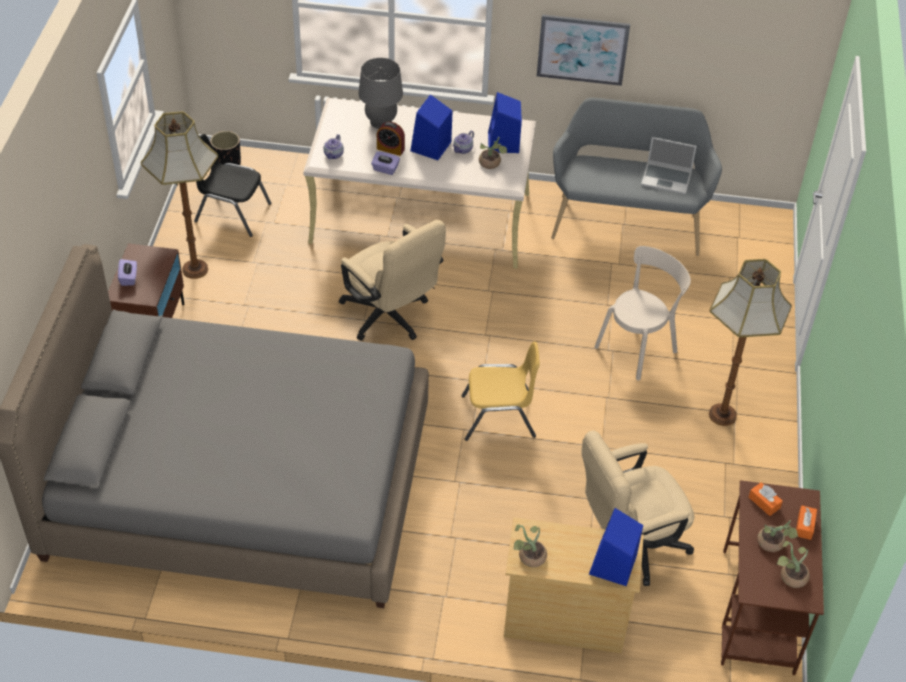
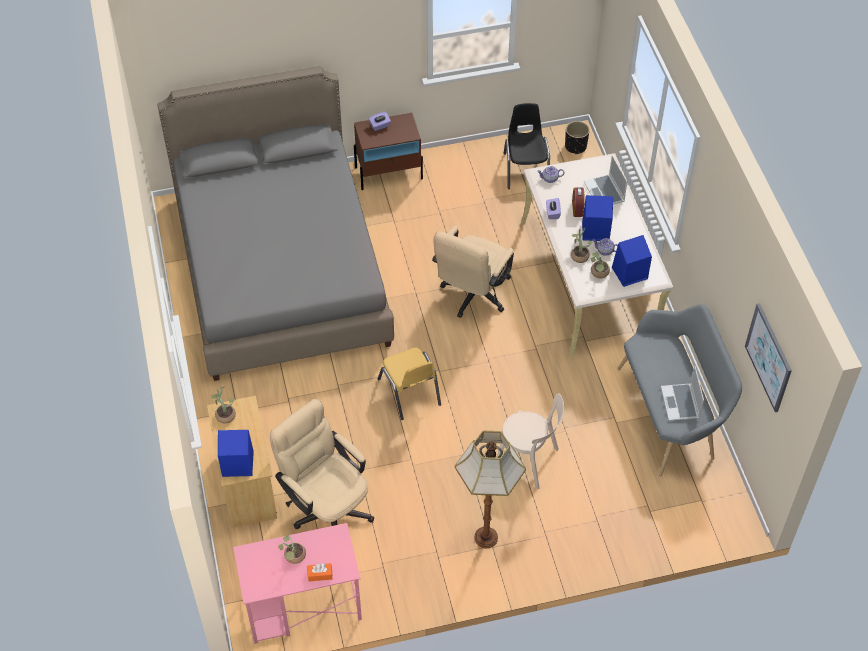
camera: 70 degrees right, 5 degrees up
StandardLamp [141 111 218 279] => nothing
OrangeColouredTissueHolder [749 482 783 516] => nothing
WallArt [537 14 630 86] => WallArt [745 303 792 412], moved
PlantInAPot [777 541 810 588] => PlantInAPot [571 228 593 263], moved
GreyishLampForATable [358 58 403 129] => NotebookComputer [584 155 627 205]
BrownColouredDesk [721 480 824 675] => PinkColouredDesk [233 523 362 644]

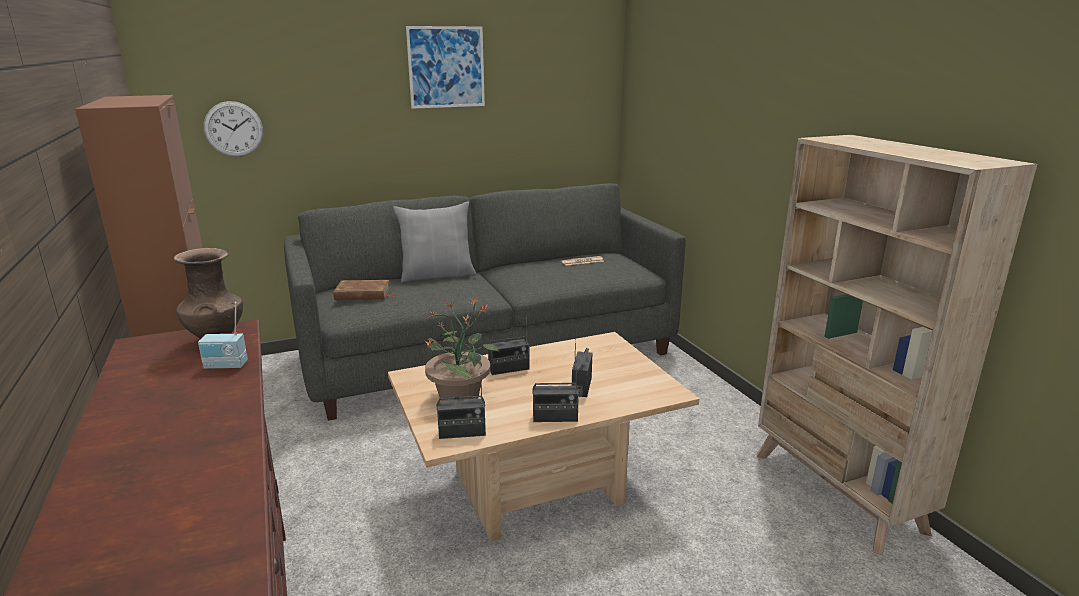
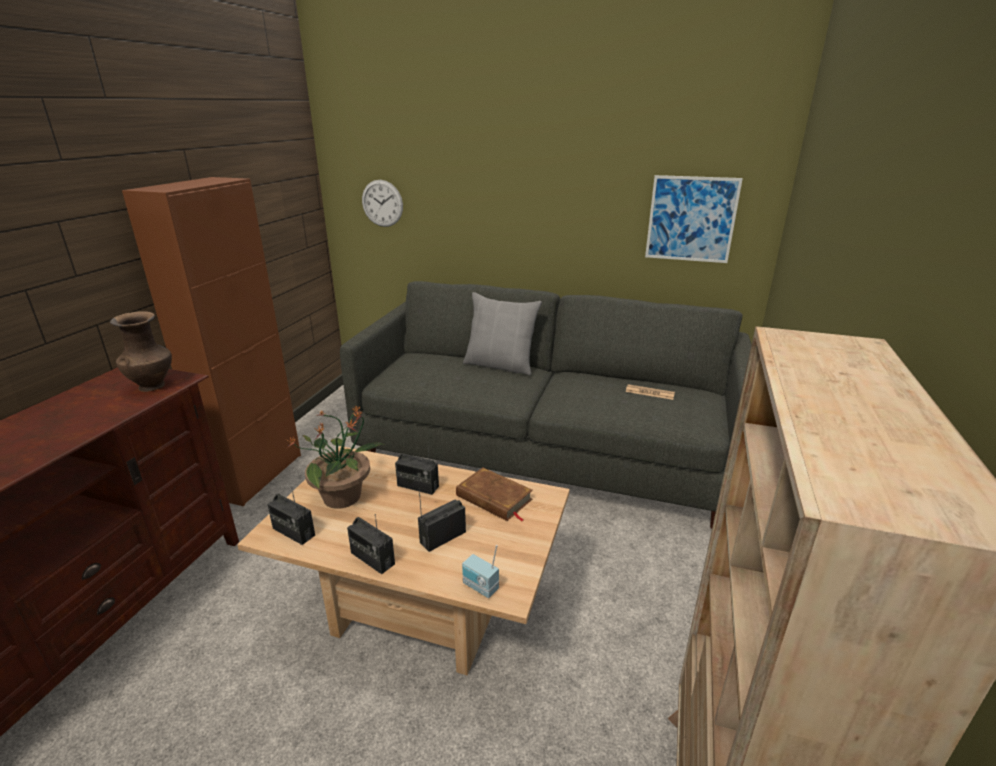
camera: 40 degrees right, 5 degrees up
RadioReceiver [198 302 248 369] => RadioReceiver [462 545 499 598], moved
BrownColouredVolume [333 280 394 300] => BrownColouredVolume [456 468 532 521], moved
WallArt [406 26 485 109] => WallArt [645 175 743 263], moved

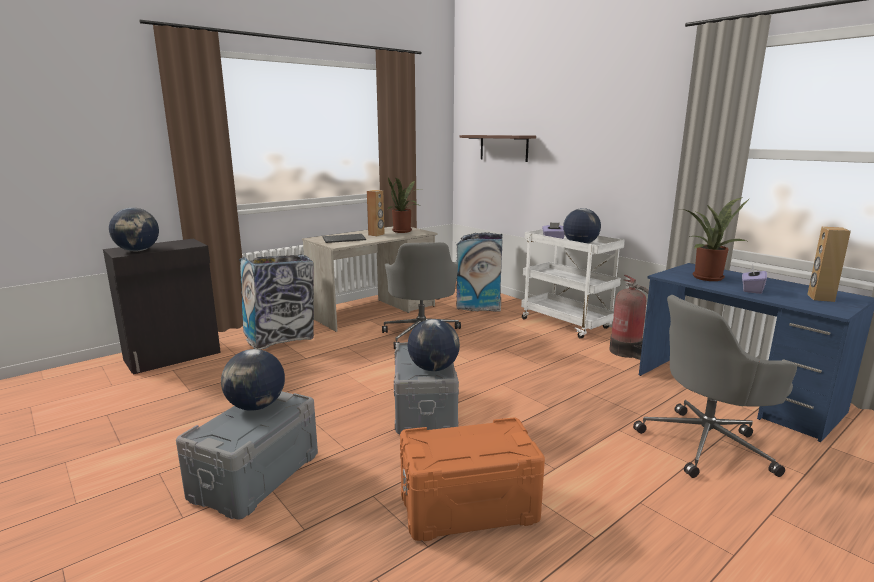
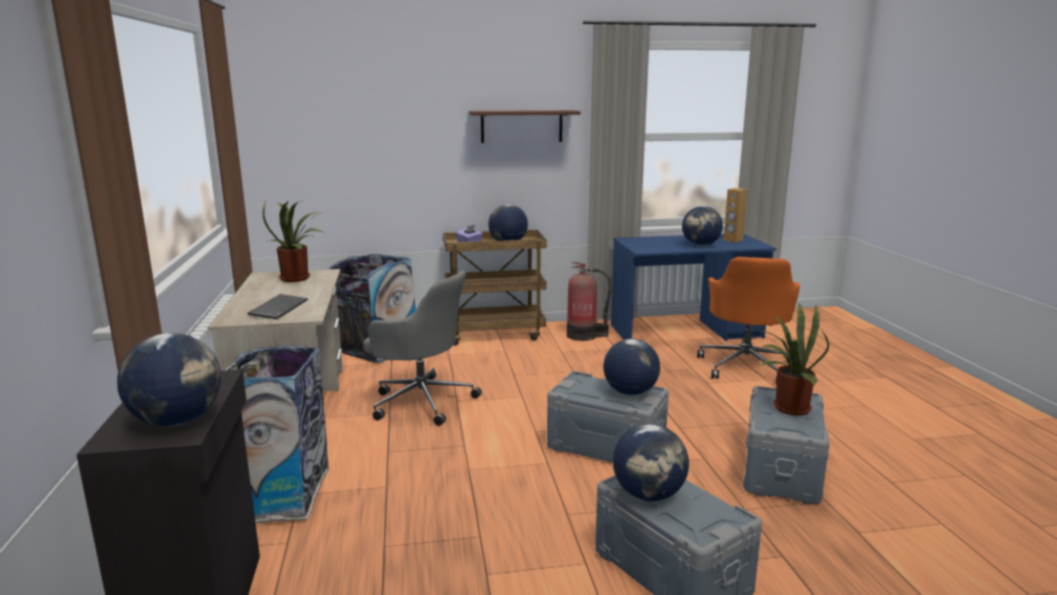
camera: 60 degrees left, 0 degrees up
BrownColouredAudioSpeaker [367 190 385 236] => nothing
BrownColouredShelf [459 135 536 162] => BrownColouredShelf [469 110 580 143], moved
PlantInAPot [681 197 749 281] => PlantInAPot [759 303 829 415], moved
PurpleTissueHolder [742 265 767 294] => DeskGlobe [682 206 723 246]
OrangeColouredStorageBox [400 417 545 541] => GreyishStorageBox [743 386 830 504]
WhitishCart [521 229 625 339] => BrownColouredCart [443 230 547 346]
GreyishComputerChair [633 295 797 478] => OrangeColouredComputerChair [697 257 800 385]

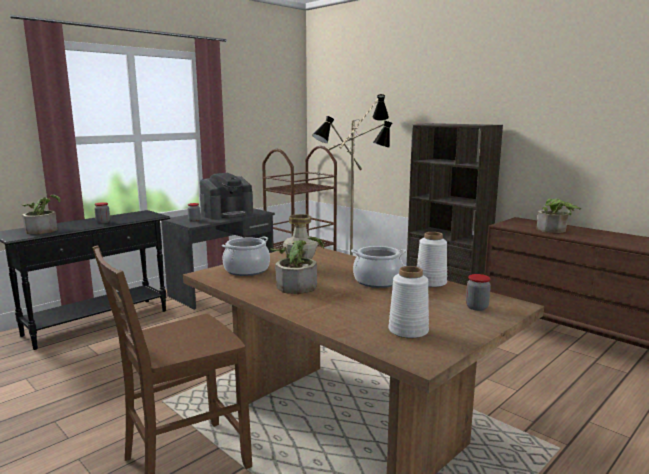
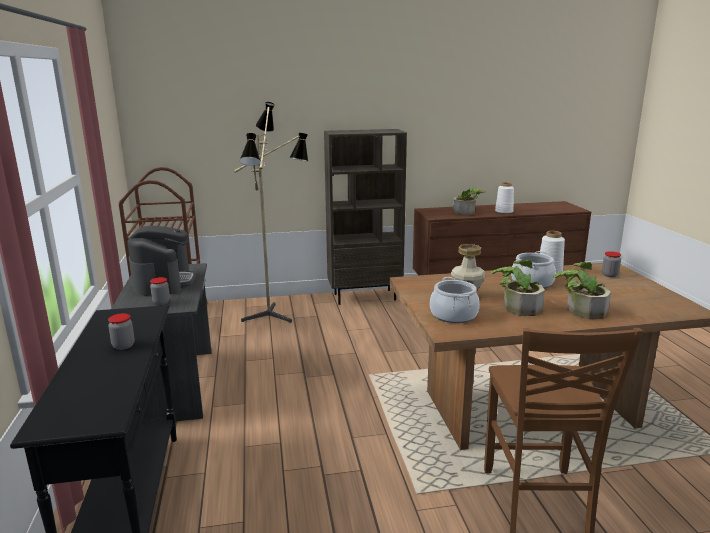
camera: 55 degrees left, 5 degrees up
PlantInAPot [21 195 61 234] => PlantInAPot [554 262 611 319], moved
WhitishFlowerVase [389 266 429 339] => WhitishFlowerVase [495 182 514 214], moved

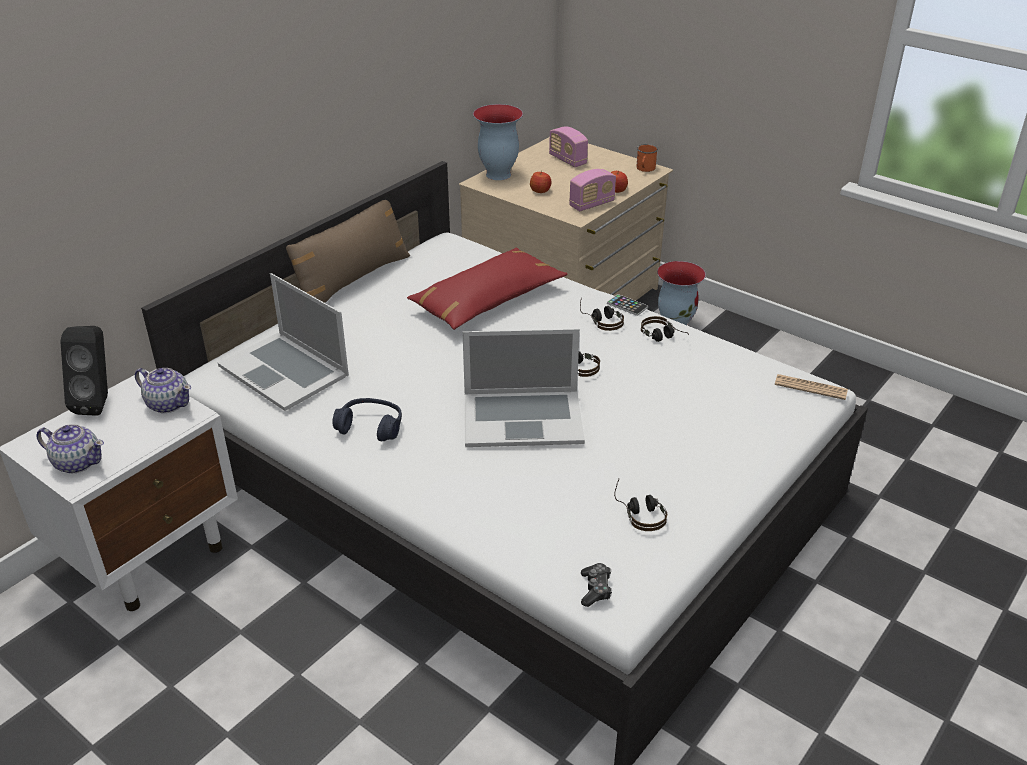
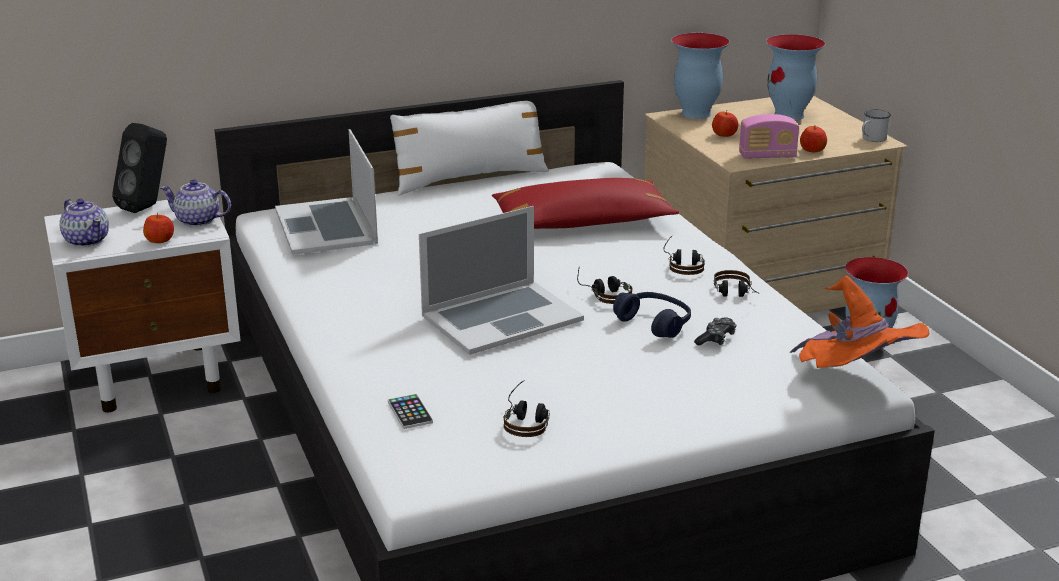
camera: 30 degrees right, 10 degrees down
nothing => WholeApple [143 213 174 243]
BlueColouredHeadphones [333 398 402 441] => BlueColouredHeadphones [613 292 691 338], moved
GameController [581 563 612 607] => GameController [694 317 736 346], moved
Handset [607 294 648 316] => Handset [388 394 433 429], moved
RadioReceiver [549 126 588 167] => FlowerVase [766 34 825 121]
PrintedPaper [775 374 848 400] => OrangeColouredWearableHat [790 276 929 368]
BrownColouredThrowPillow [286 200 410 303] => WhitishThrowPillow [390 101 549 195]
OrangeColouredMug [636 144 658 172] => WhitishMug [862 109 891 142]
TeaPot [135 368 191 413] => TeaPot [160 179 231 227], 135 degrees clockwise
NotebookComputer [462 329 585 447] => NotebookComputer [419 206 584 355], 60 degrees counterclockwise

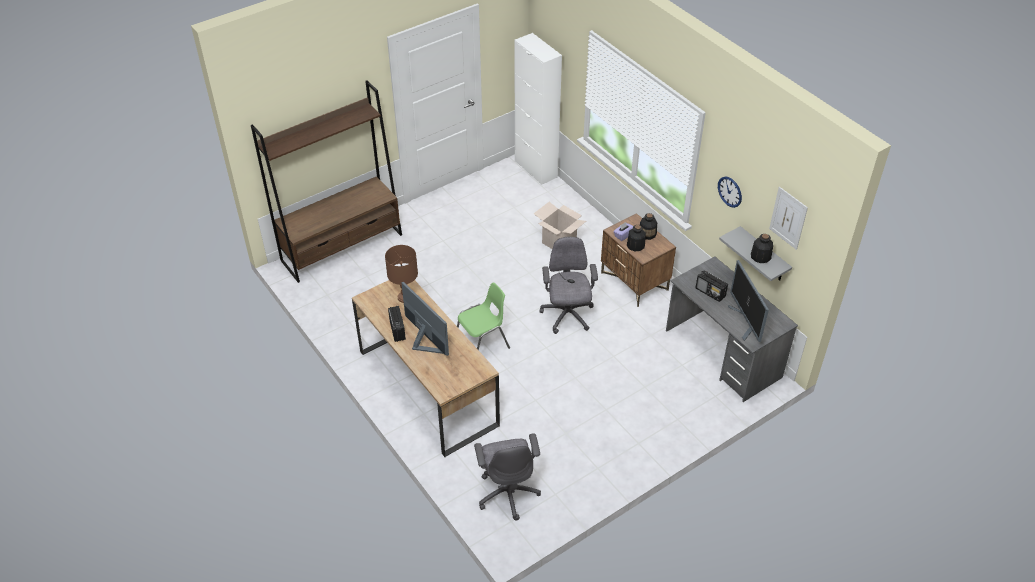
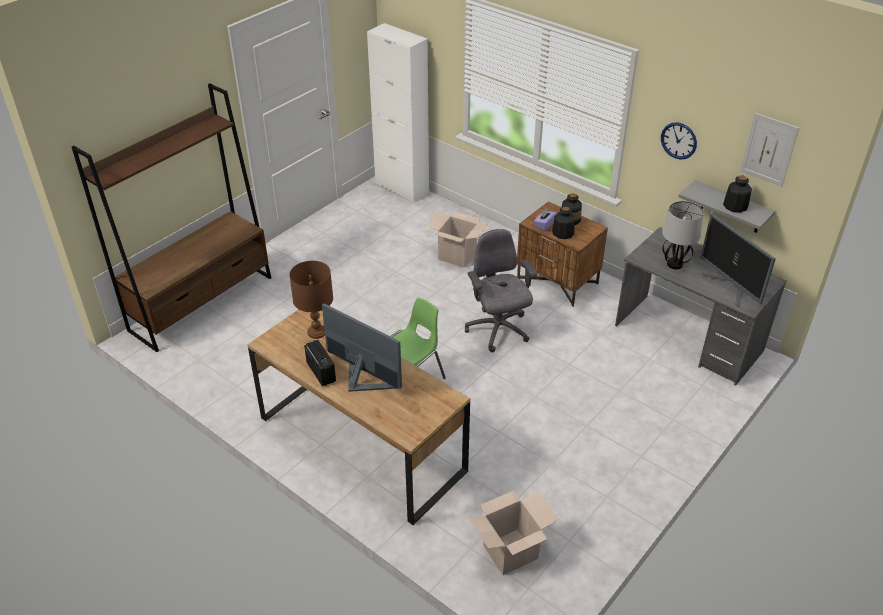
camera: 15 degrees left, 5 degrees down
GreyishComputerChair [474 433 541 521] => CardboardBox [469 490 559 575]
RadioReceiver [695 271 728 302] => LampForATable [662 201 704 269]

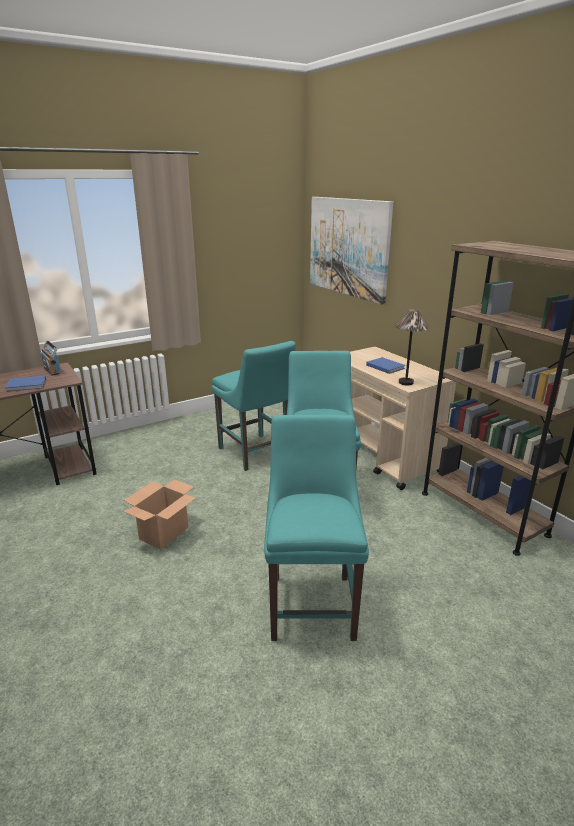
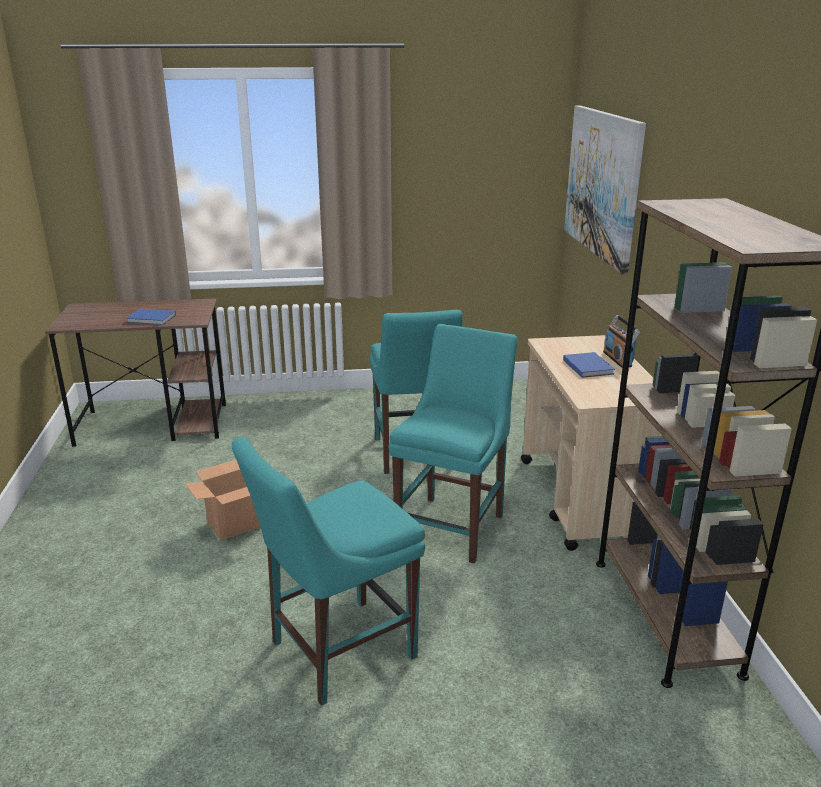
camera: 25 degrees right, 0 degrees up
LampForATable [394 309 430 386] => nothing
RadioReceiver [41 340 60 376] => RadioReceiver [603 315 640 368], moved
TurquoiseUprightChair [264 415 369 641] => TurquoiseUprightChair [232 437 425 706], 150 degrees counterclockwise

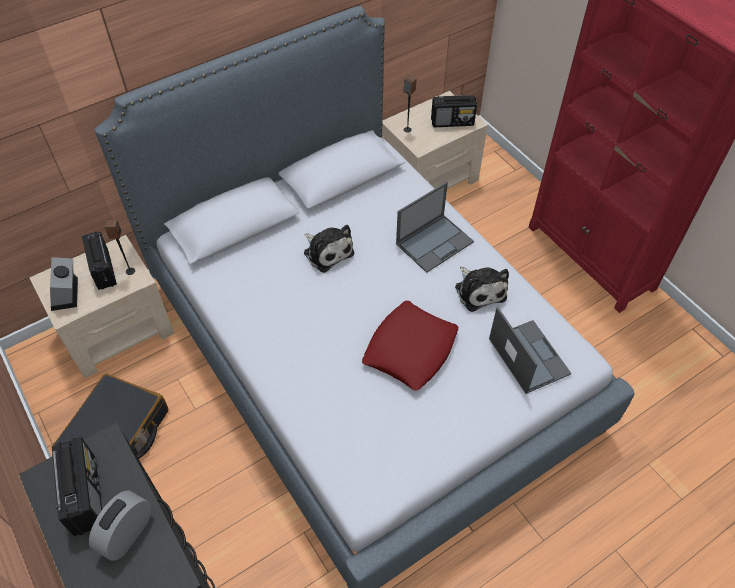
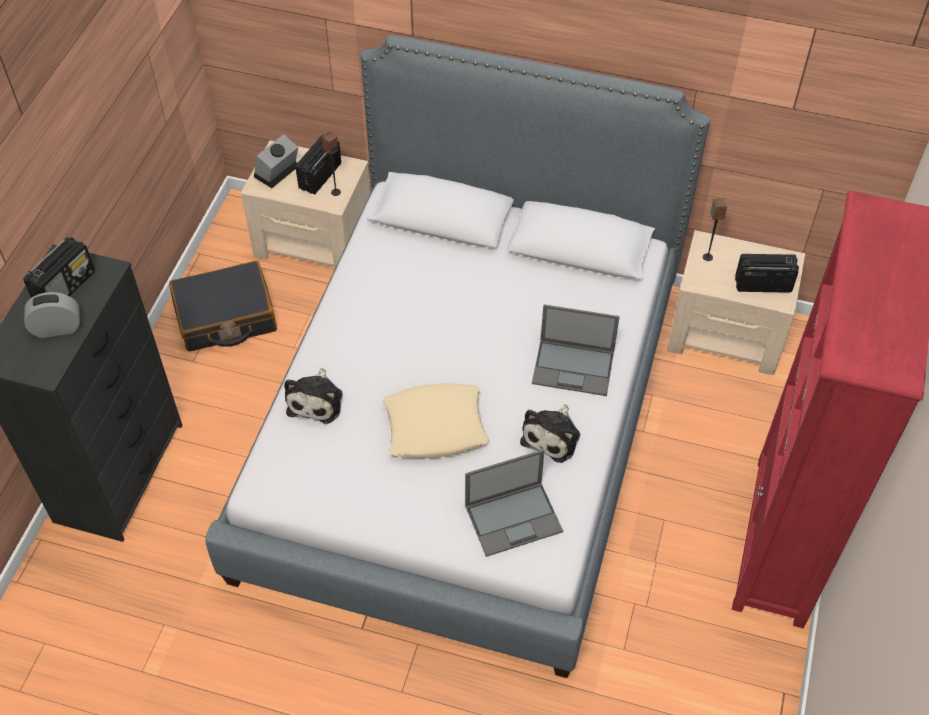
camera: 50 degrees right, 0 degrees up
PlushToy [304 225 354 273] => PlushToy [284 368 343 424], moved
RedColouredThrowPillow [362 301 459 391] => BeigeColouredThrowPillow [382 383 489 458]
RadioReceiver [431 95 477 127] => RadioReceiver [735 254 799 293], 135 degrees clockwise
NotebookComputer [489 307 572 394] => NotebookComputer [465 449 563 557], 45 degrees clockwise

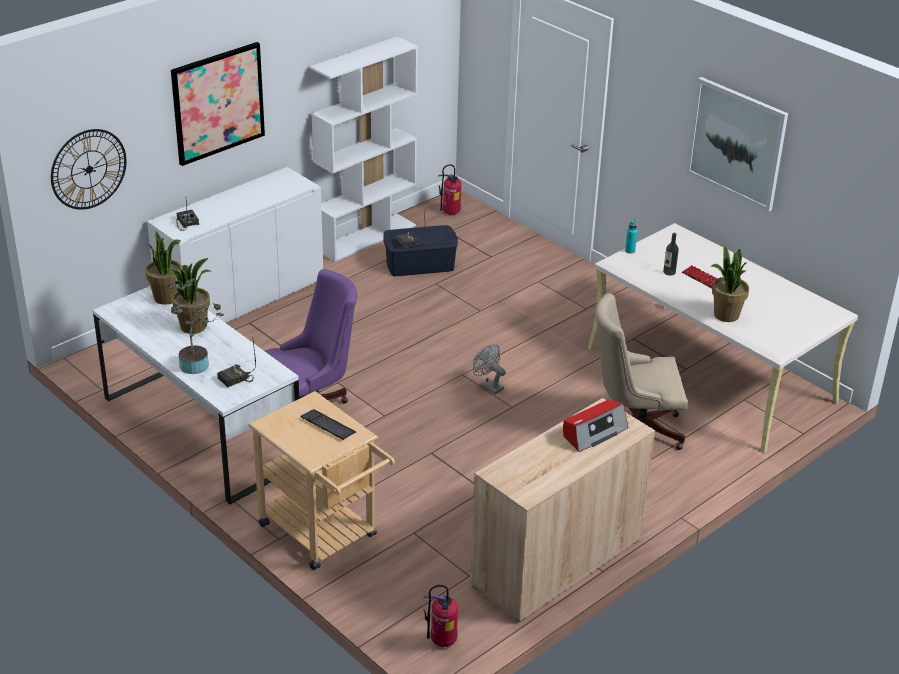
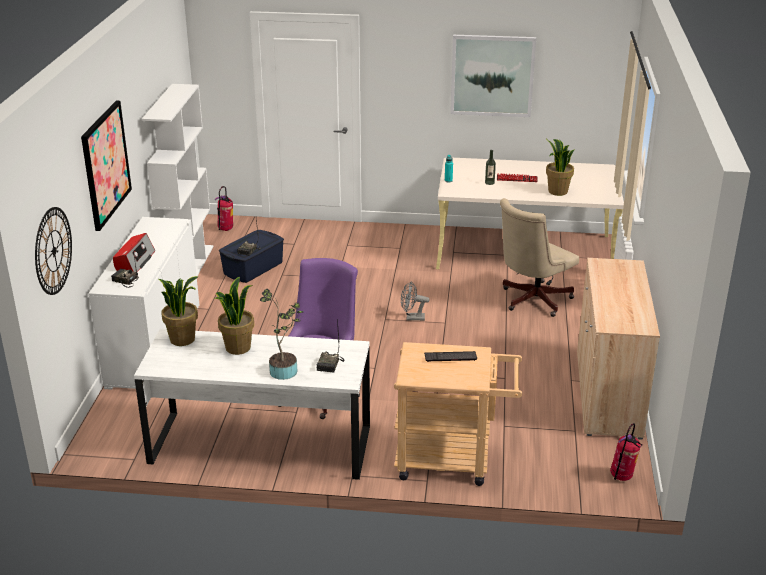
camera: 40 degrees left, 5 degrees down
RadioReceiver [563 400 628 452] => RadioReceiver [113 233 155 272], moved

